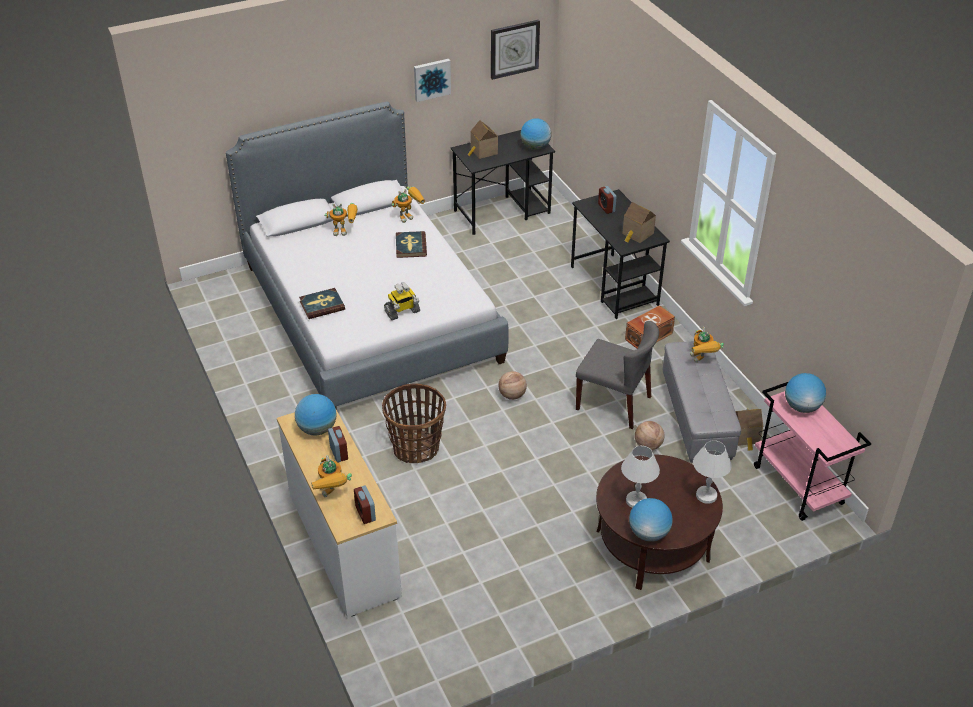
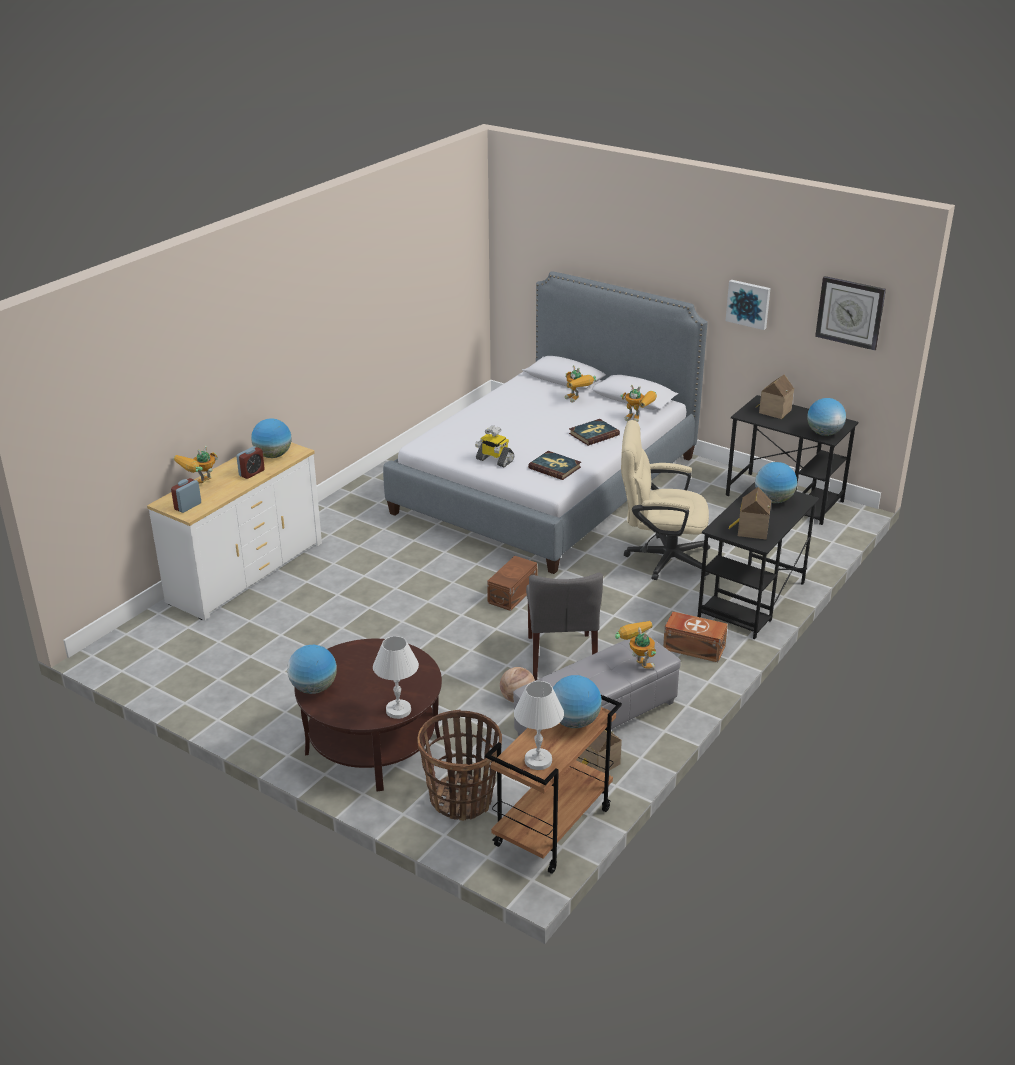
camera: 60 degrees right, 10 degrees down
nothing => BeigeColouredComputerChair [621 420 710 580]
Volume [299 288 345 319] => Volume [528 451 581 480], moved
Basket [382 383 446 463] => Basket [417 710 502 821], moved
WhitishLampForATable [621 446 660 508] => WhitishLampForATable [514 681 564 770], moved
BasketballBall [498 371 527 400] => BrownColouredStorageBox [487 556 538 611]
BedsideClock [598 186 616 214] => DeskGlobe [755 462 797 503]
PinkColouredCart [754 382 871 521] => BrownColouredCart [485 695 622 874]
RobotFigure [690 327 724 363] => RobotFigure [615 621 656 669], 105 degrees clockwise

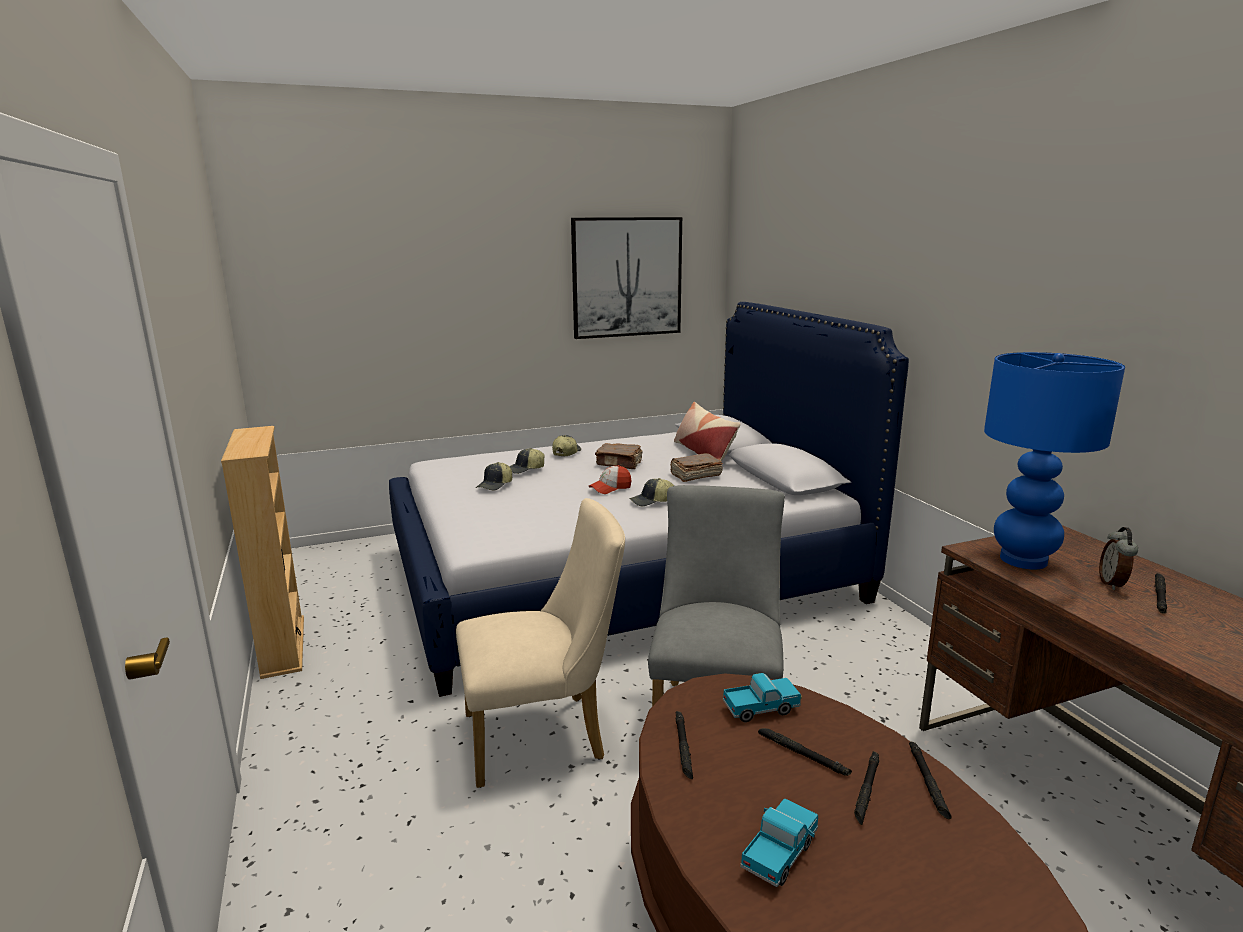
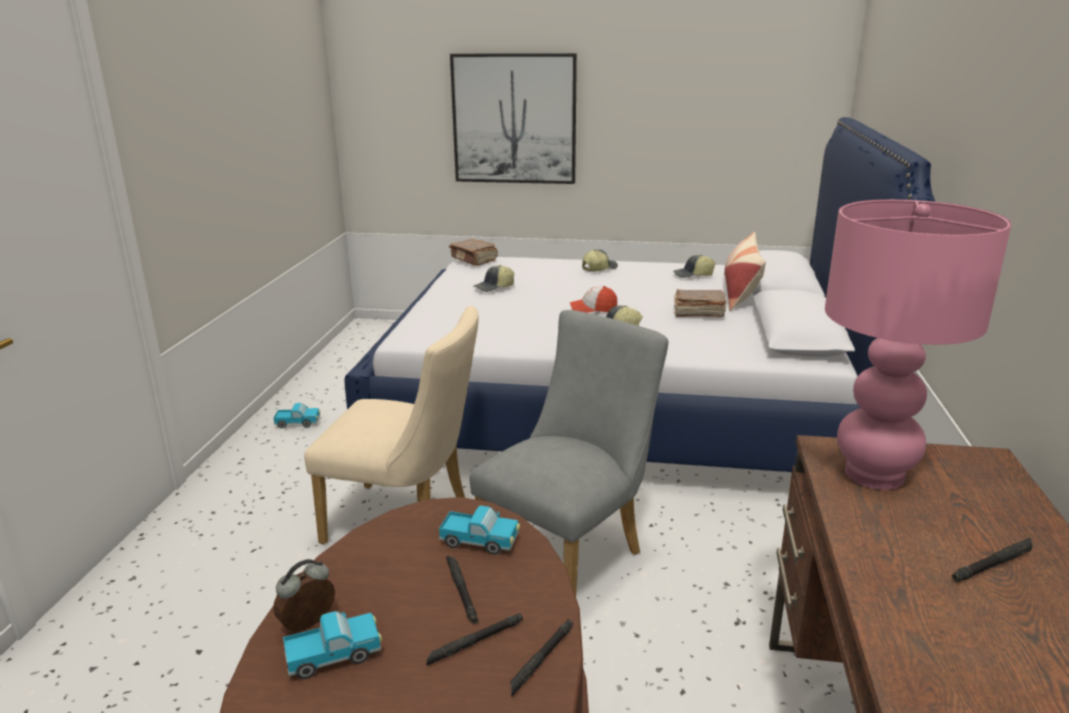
camera: 30 degrees right, 5 degrees up
BeigeColouredShelvingUnit [221 426 304 679] => nothing
BlackColouredFlashlight [676 711 693 779] => nothing
nothing => ToyLorry [274 403 321 428]
BaseballCap [509 448 545 474] => BaseballCap [673 255 716 278], moved
WallArt [571 217 682 339] => WallArt [450 53 577 184], moved
BrownColouredVolume [595 443 643 469] => BrownColouredVolume [449 239 498 266], moved
BedsideClock [1099 527 1138 590] => BedsideClock [273 559 335 633], moved
BlueColouredLampForATable [984 352 1125 570] => PinkColouredLampForATable [825 199 1012 490]

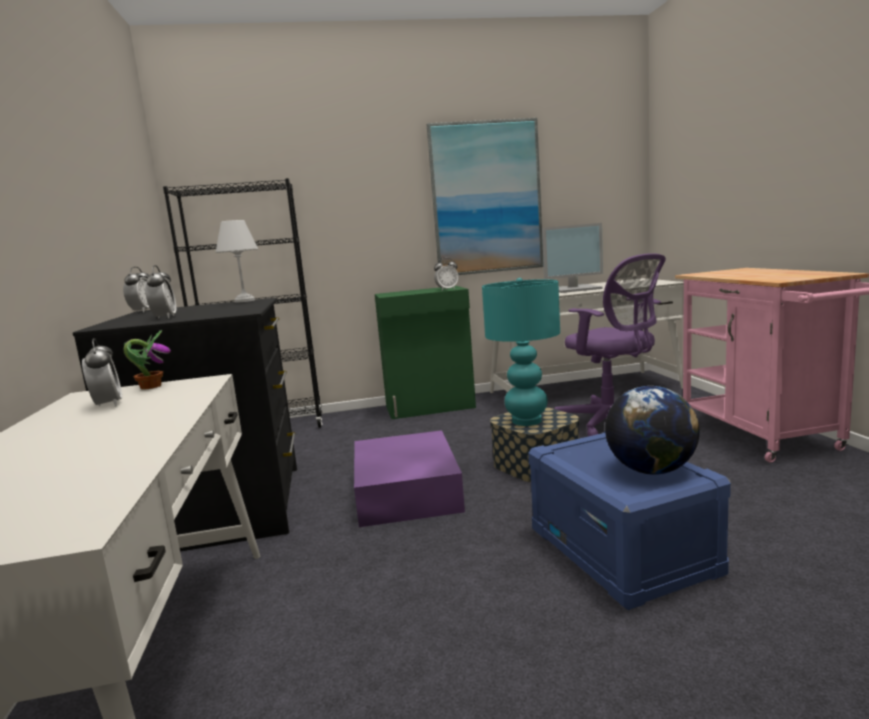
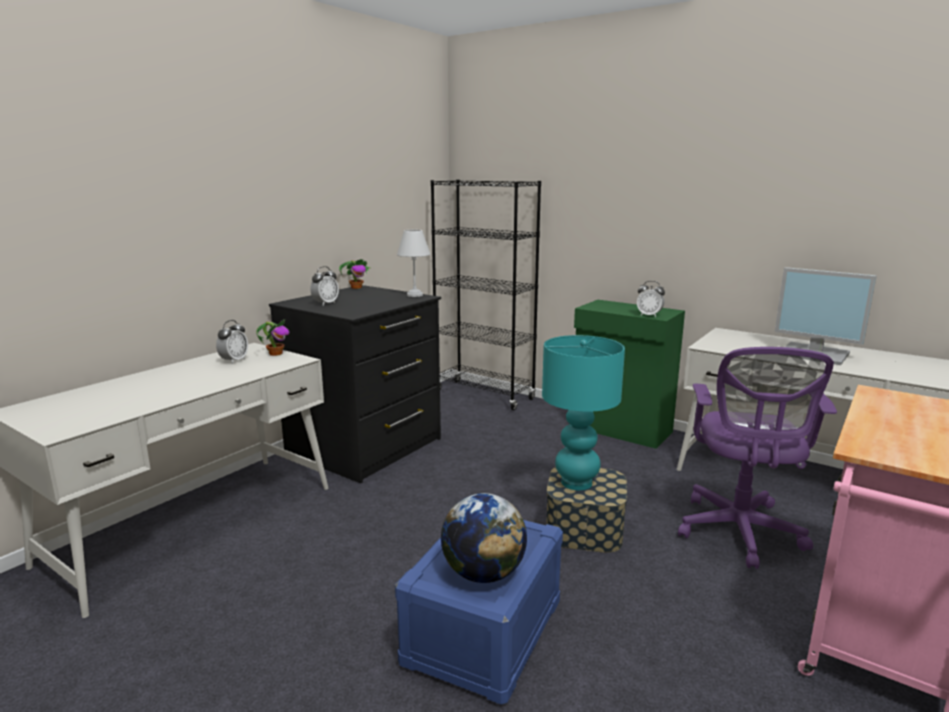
camera: 45 degrees right, 5 degrees up
PurpleStorageBox [354 430 465 527] => nothing
WallArt [427 118 544 275] => nothing
BedsideClock [123 267 149 312] => PlantInAPot [339 259 370 289]

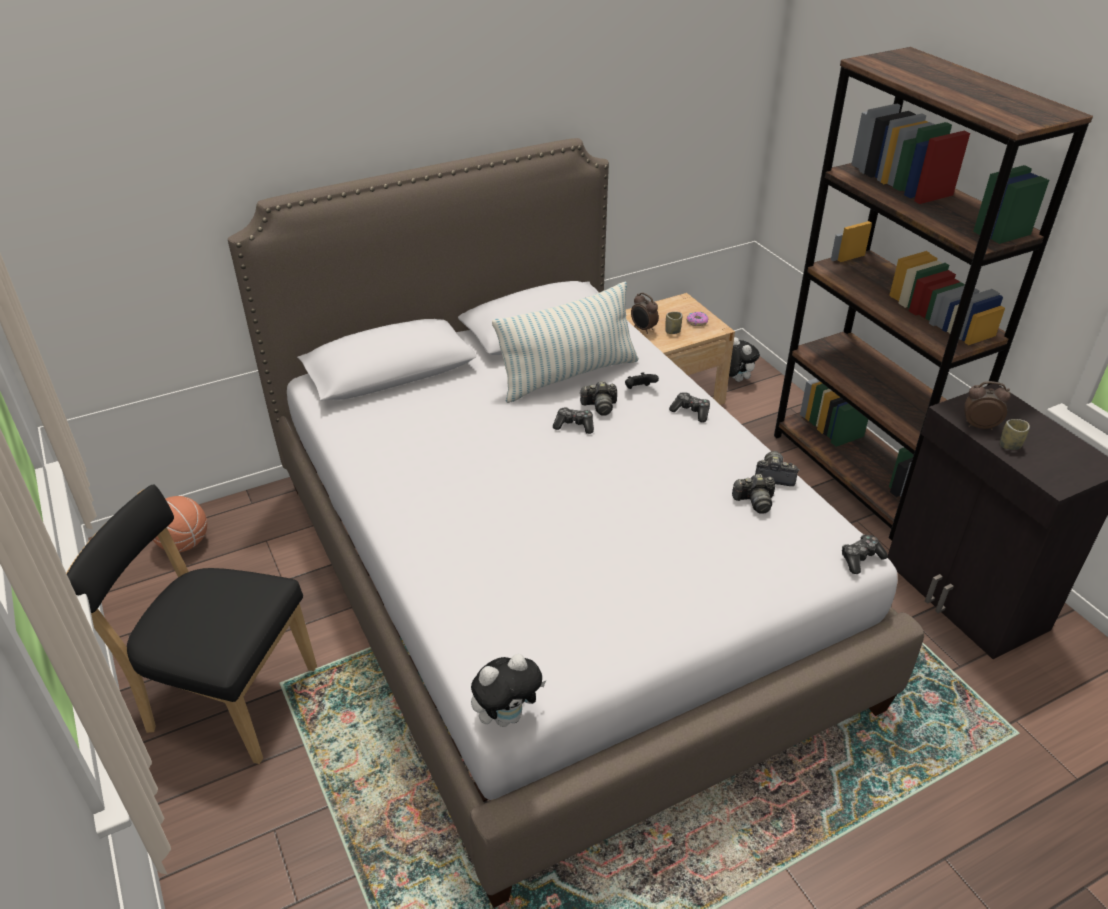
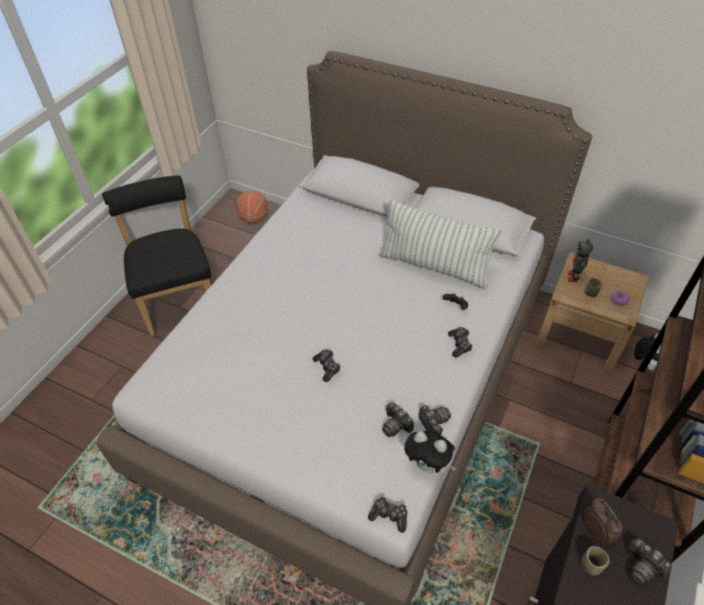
camera: 55 degrees right, 10 degrees up
PlushToy [471 654 546 727] => PlushToy [405 431 457 474], moved
GameController [553 407 594 434] => GameController [313 350 340 382], moved
StillCamera [580 381 617 416] => StillCamera [627 538 672 586], moved
BedsideClock [631 292 659 334] => RobotFigure [568 239 593 282]

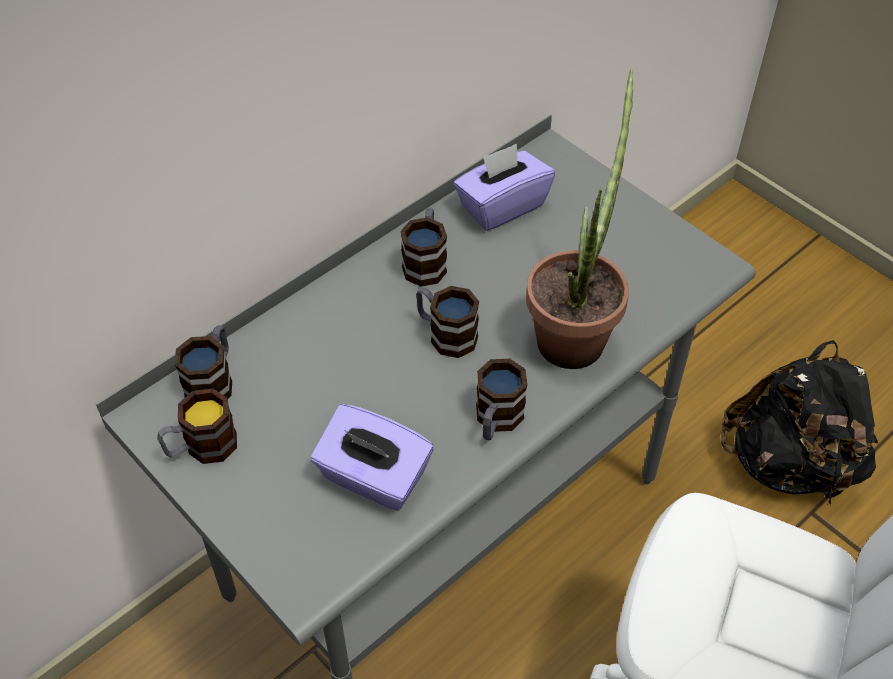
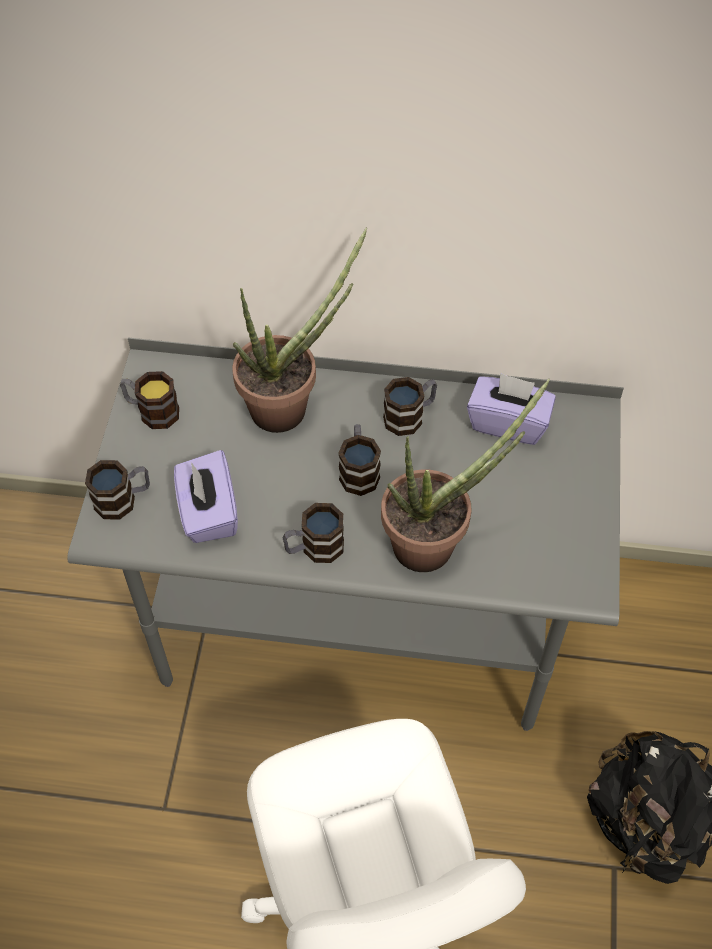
camera: 50 degrees right, 5 degrees up
nothing => PlantInAPot [232 228 367 433]
Mug [174 325 232 398] => Mug [85 460 150 519], moved

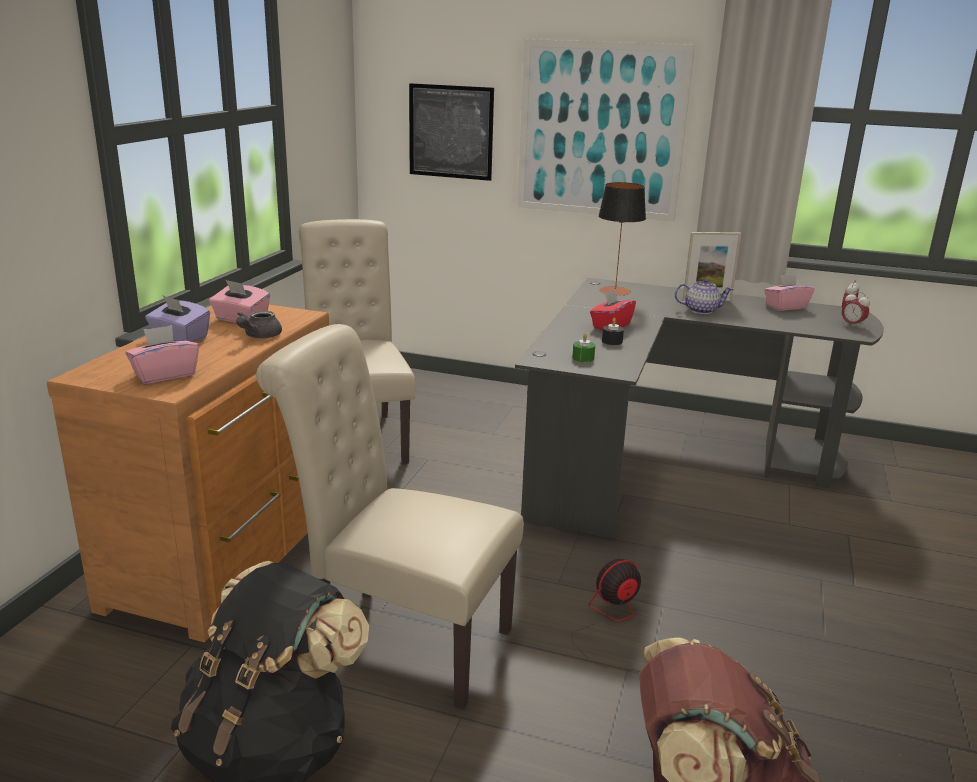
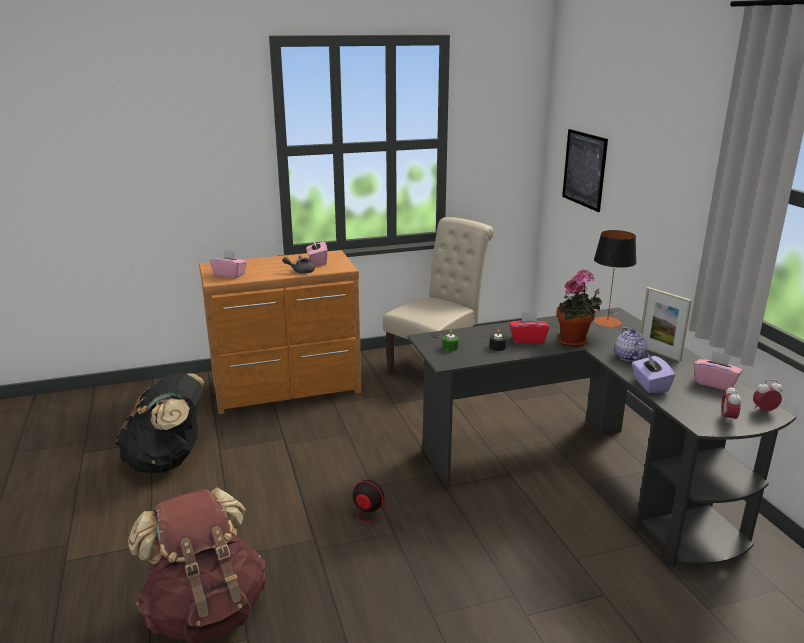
camera: 55 degrees right, 0 degrees up
BeigeColouredUprightChair [256 324 524 710] => nothing
WallArt [517 39 695 221] => nothing
nothing => PlantInAPot [557 270 602 347]
PurpleTissueHolder [145 296 210 342] => PurpleTissueHolder [632 353 675 393], moved
TeaPot [675 278 733 314] => TeaPot [615 327 647 362], 150 degrees counterclockwise

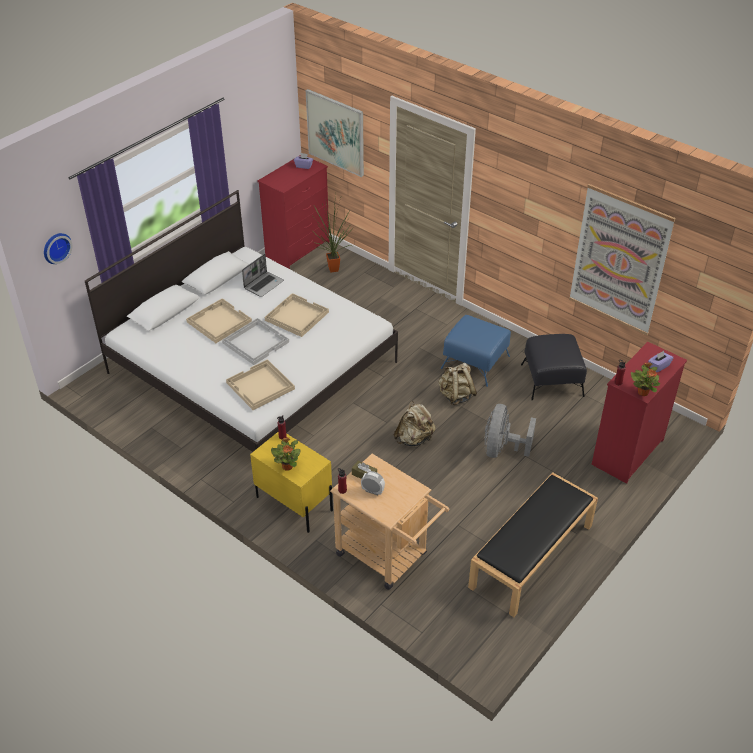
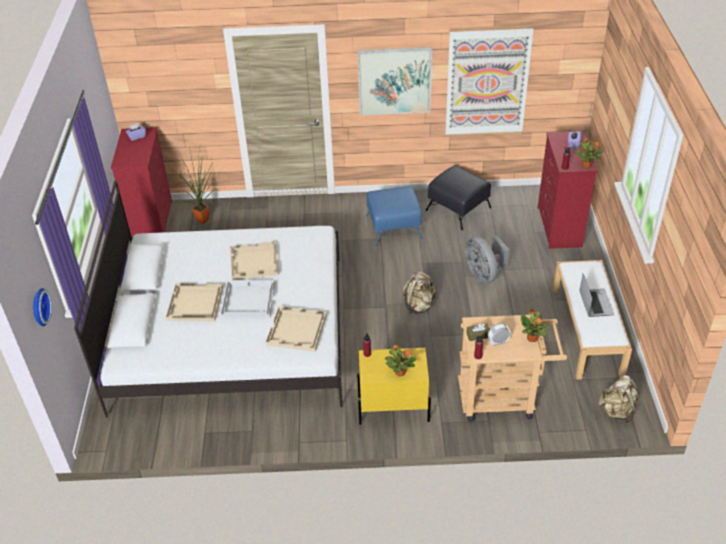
camera: 40 degrees left, 0 degrees up
nothing => PlantInAPot [521 309 551 342]
NotebookComputer [242 254 284 297] => NotebookComputer [579 274 614 317], moved
WallArt [306 89 364 177] => WallArt [357 47 432 115], moved
BeigeColouredKnapsack [439 362 477 405] => BeigeColouredKnapsack [598 375 639 423], moved
BlackColouredIndoorBench [468 472 598 617] => WhitishIndoorBench [552 260 632 380]

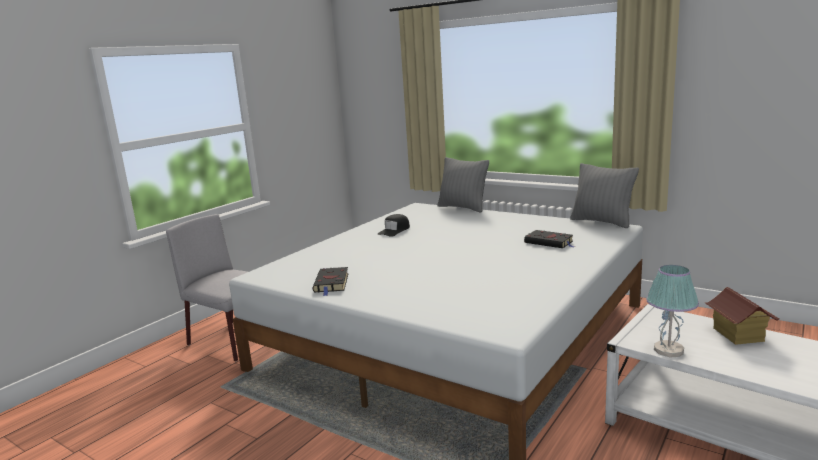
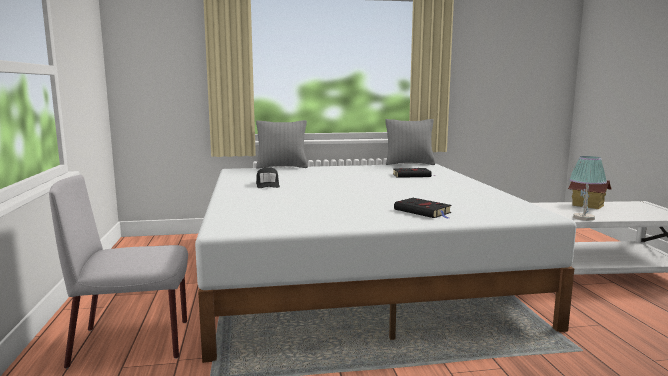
camera: 45 degrees left, 5 degrees down
BlackColouredVolume [313 267 349 296] => BlackColouredVolume [394 198 452 219], moved

